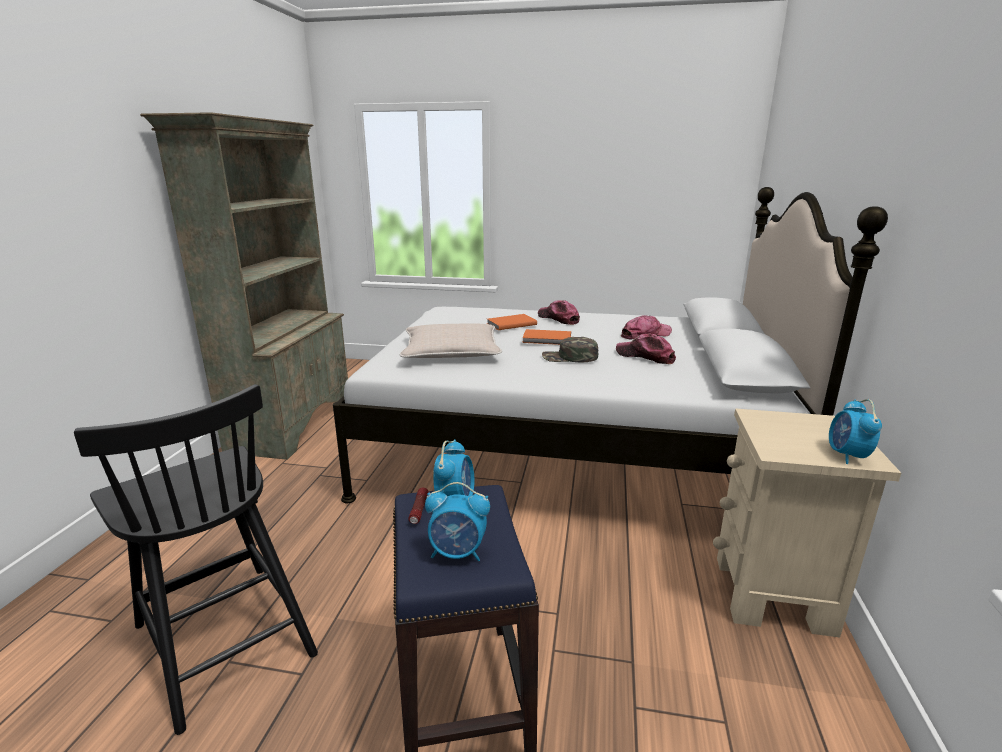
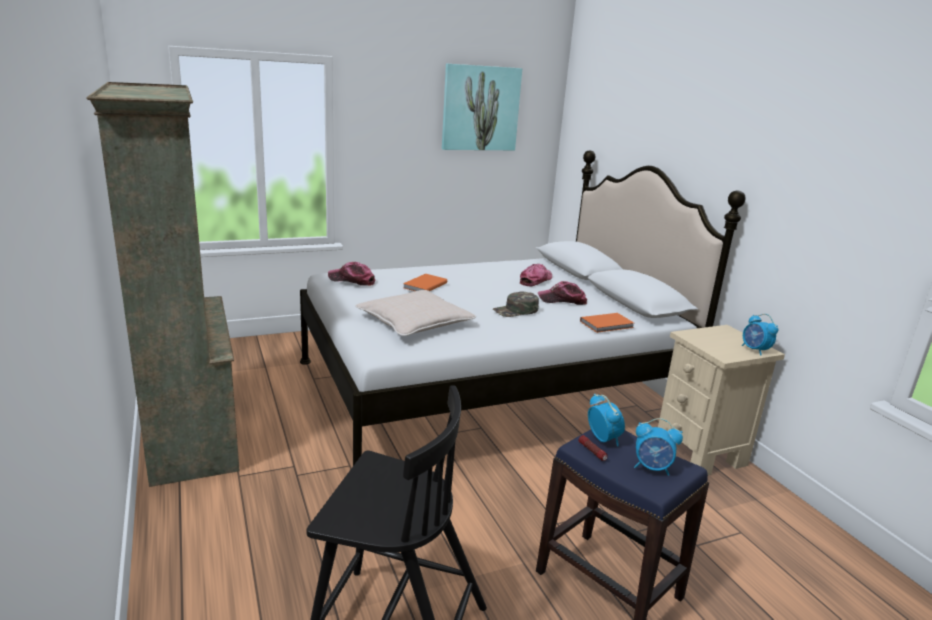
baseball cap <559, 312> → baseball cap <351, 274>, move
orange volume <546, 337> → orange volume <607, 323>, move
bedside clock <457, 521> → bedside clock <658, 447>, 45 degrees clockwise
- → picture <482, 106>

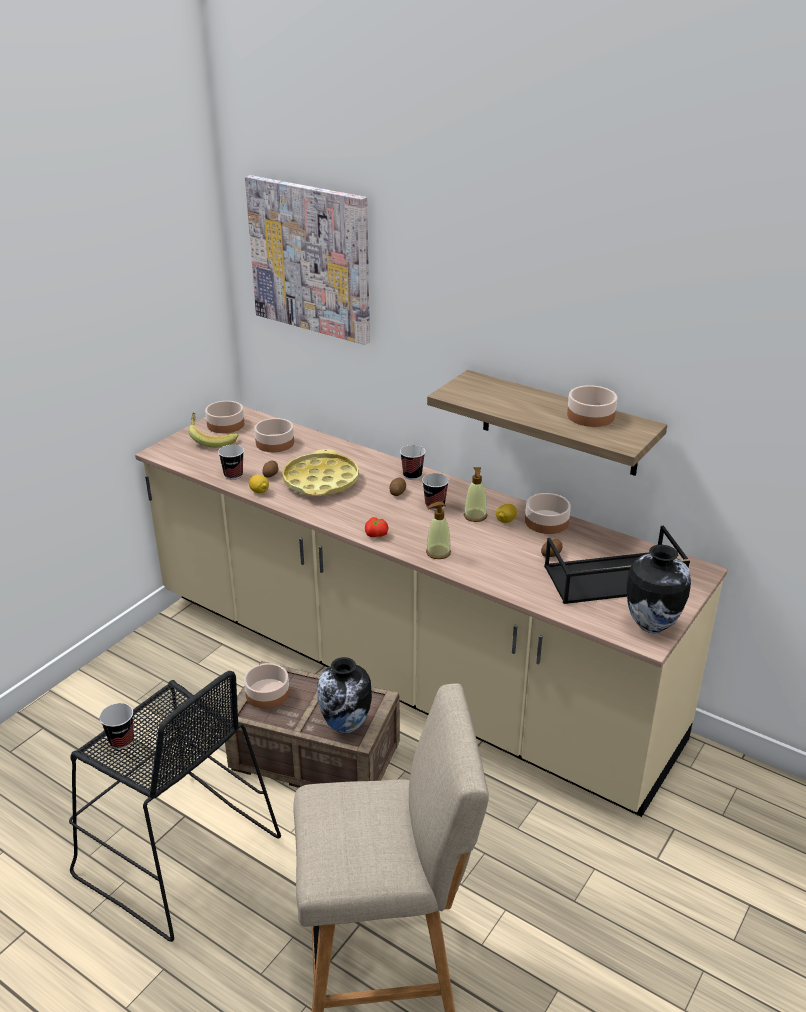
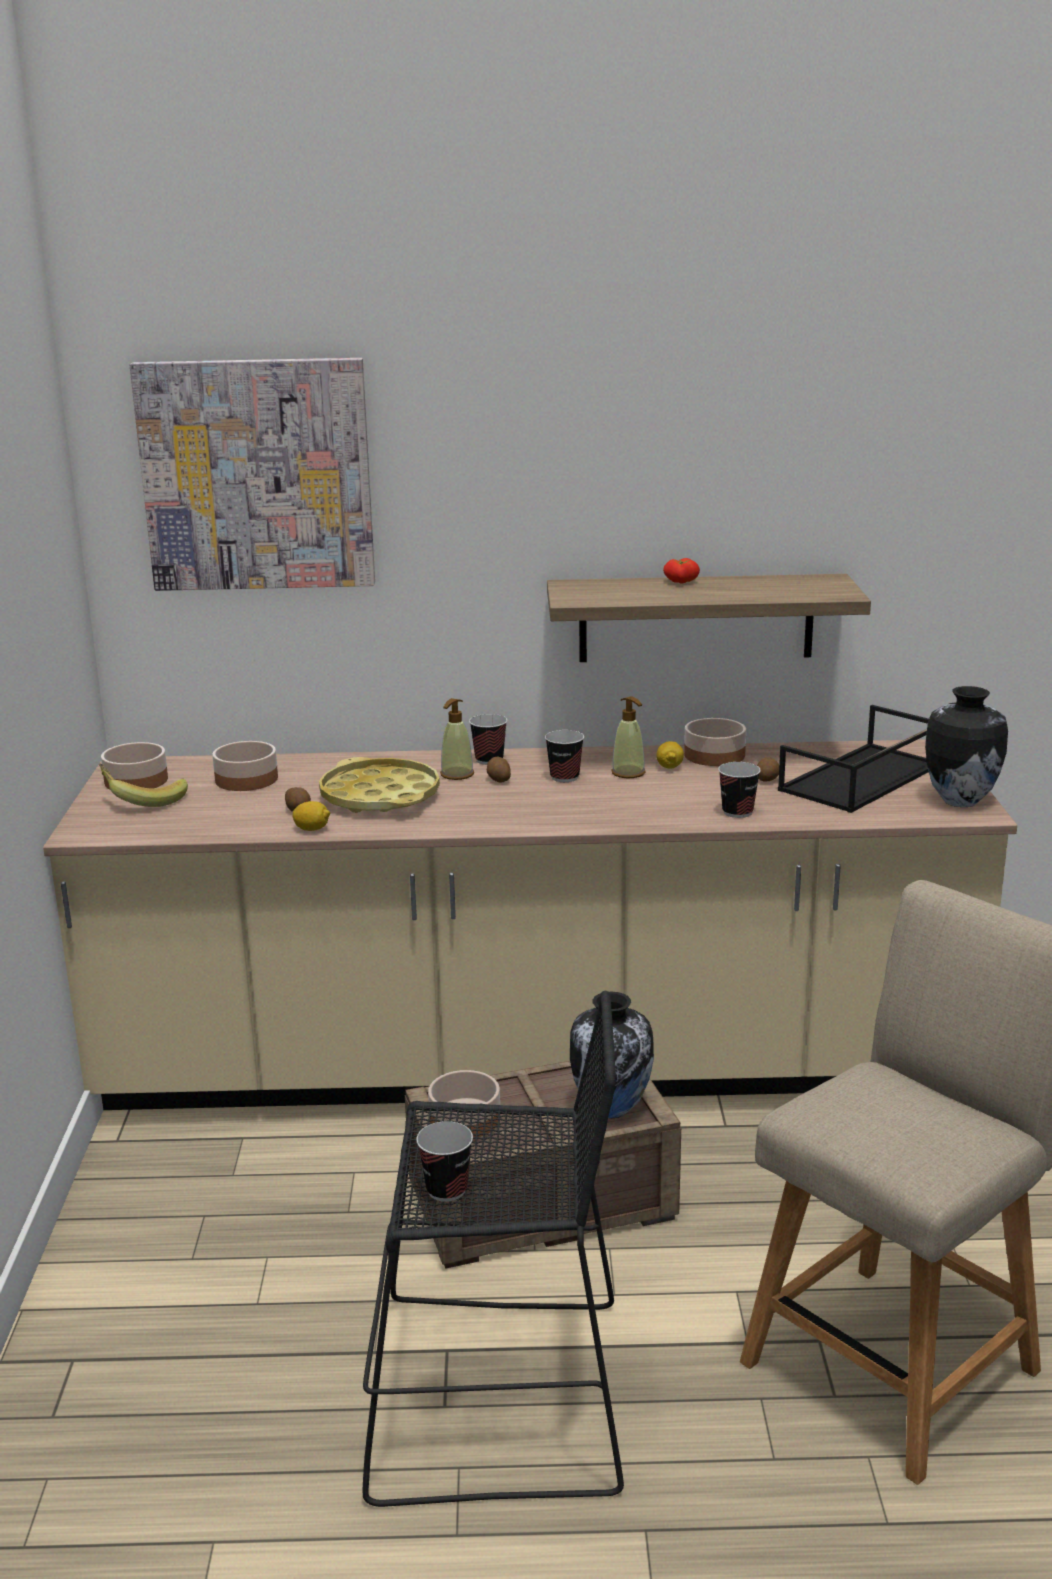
bowl <592, 406> → -
small cup <231, 462> → small cup <739, 790>, move
soap bottle <438, 530> → soap bottle <457, 739>, move
whole tomato <377, 527> → whole tomato <681, 571>, move

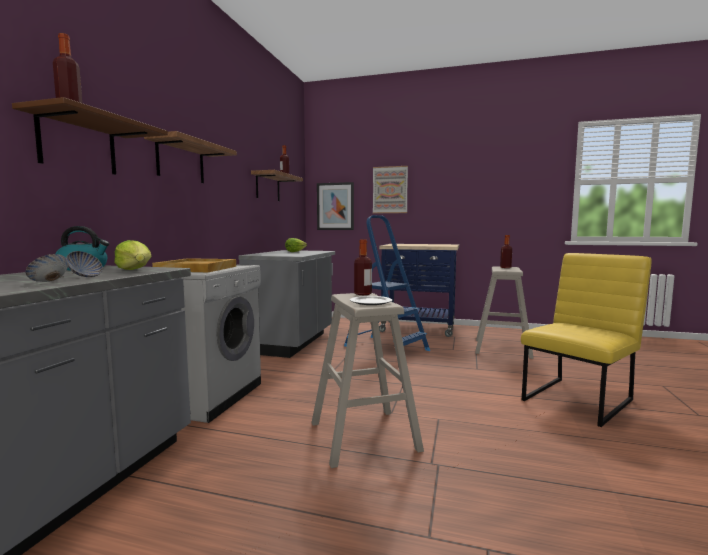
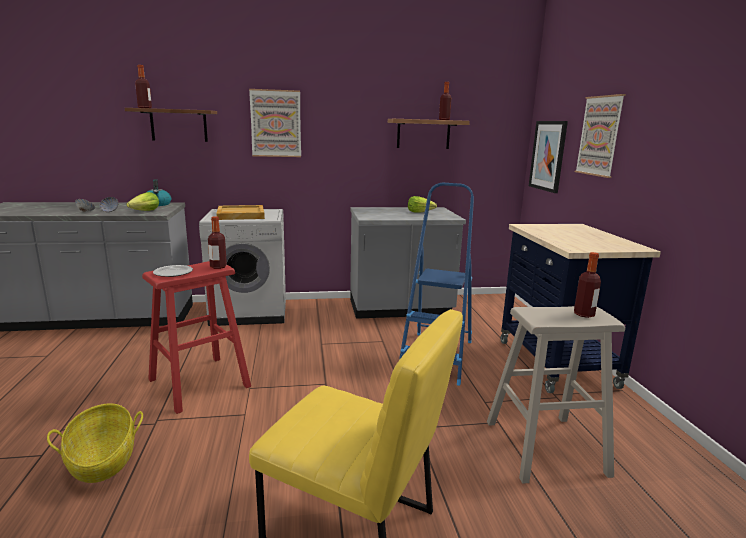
shelf <190, 157> → picture <275, 123>
sand-coloured sitting stool <367, 380> → red sitting stool <196, 337>
- → basket <95, 443>

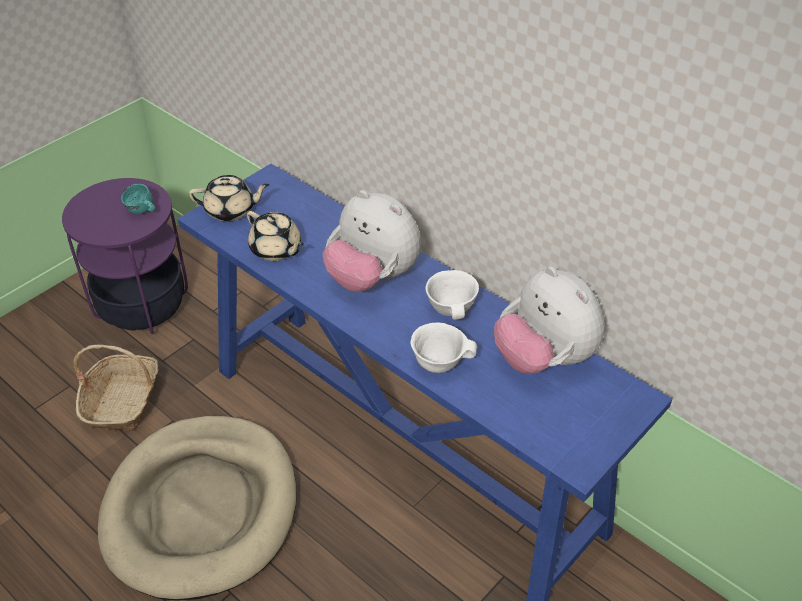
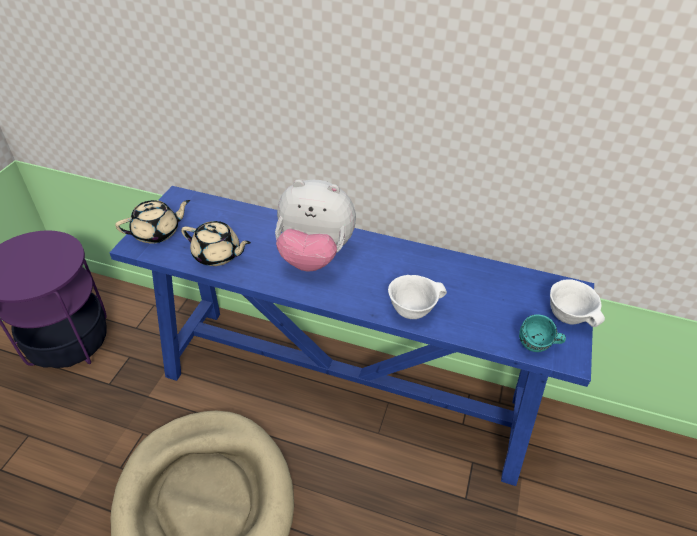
turquoise-coloured tea mug <138, 198> → turquoise-coloured tea mug <542, 333>, move
cuddly toy <549, 320> → -
whitish bowl <452, 295> → whitish bowl <577, 303>, move
basket <115, 388> → -

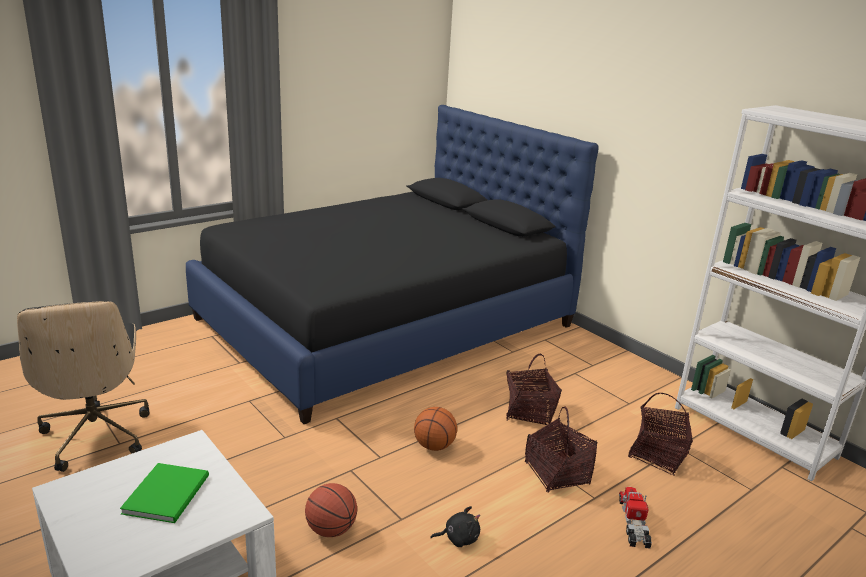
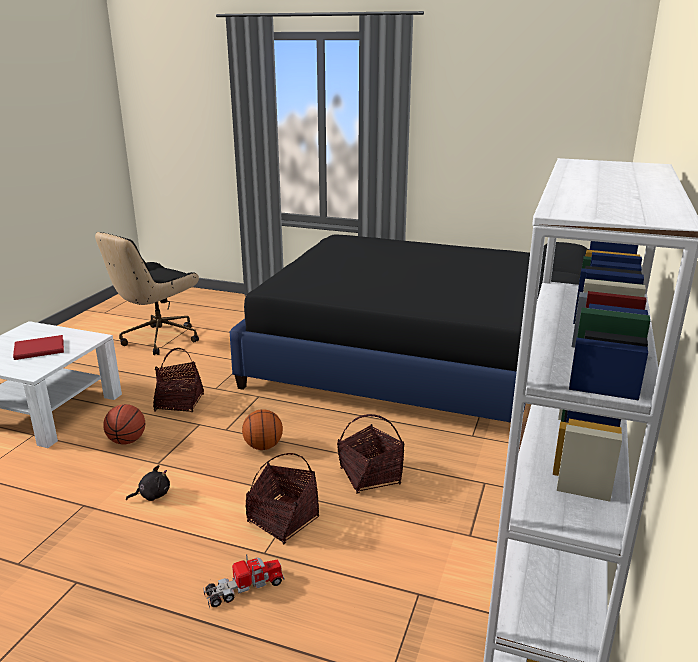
basket <660, 434> → basket <178, 380>, move
greenish volume <164, 493> → red volume <38, 347>
black cuddly toy <455, 526> → black cuddly toy <148, 483>, 75 degrees counterclockwise

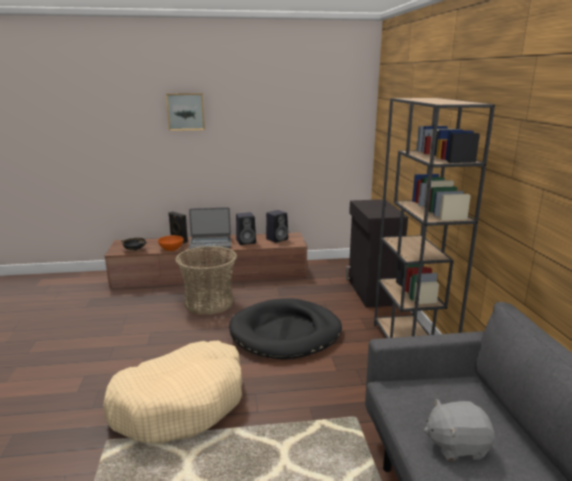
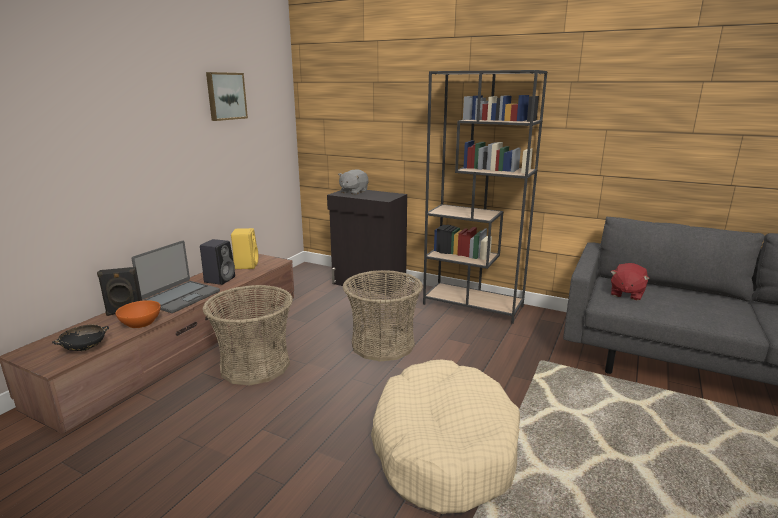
picture <185, 112> → picture <227, 96>, move
black audio speaker <277, 226> → yellow-coloured audio speaker <244, 248>
black dog cushion <285, 328> → basket <383, 315>
gray cuddly toy <459, 429> → gray cuddly toy <353, 182>, move
- → red cuddly toy <630, 282>

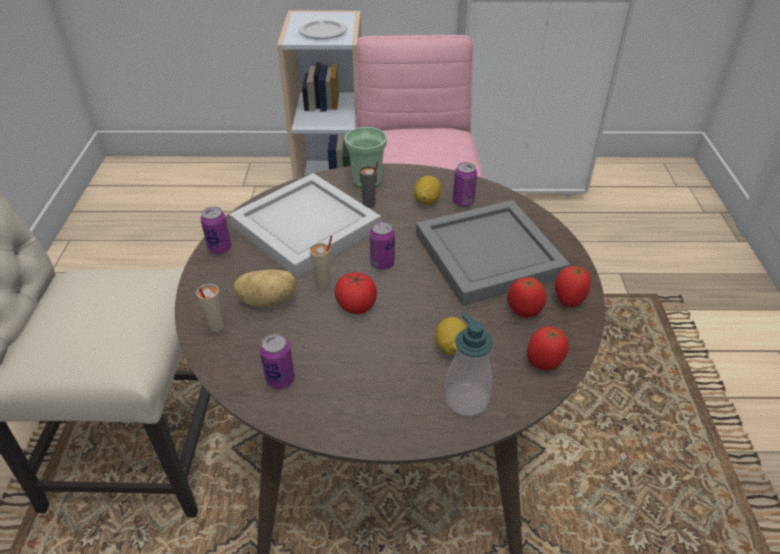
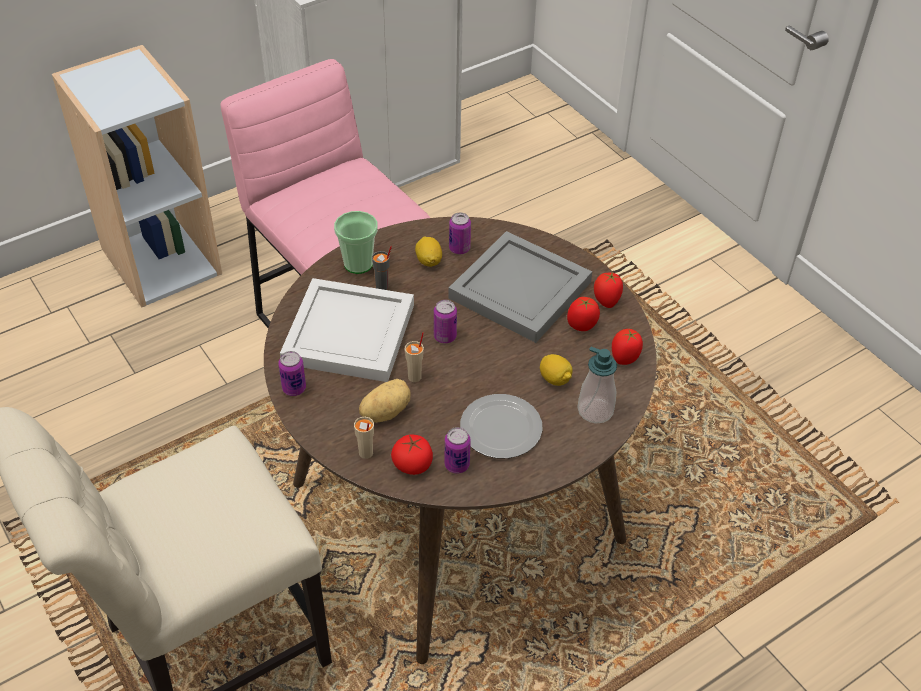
dinner plate <322, 29> → dinner plate <501, 426>, move
whole tomato <356, 293> → whole tomato <412, 455>, move

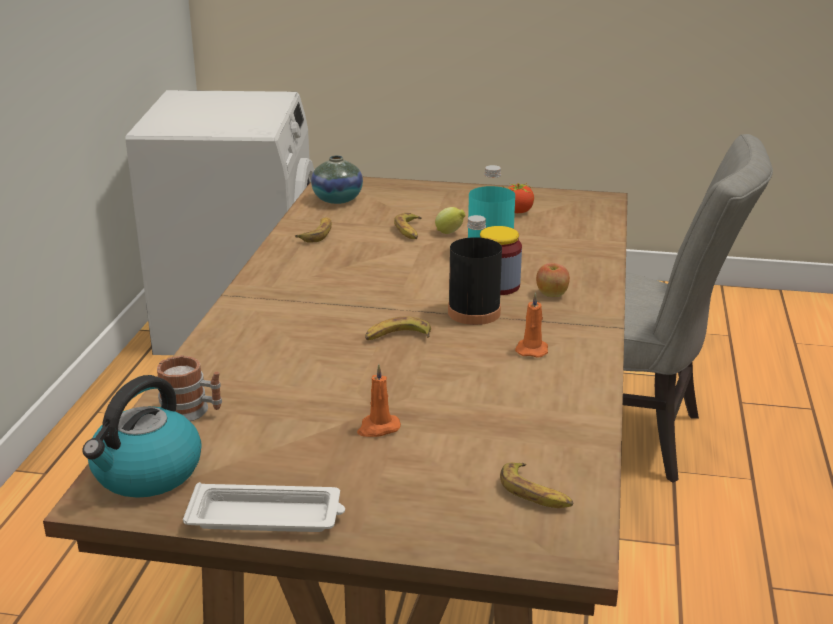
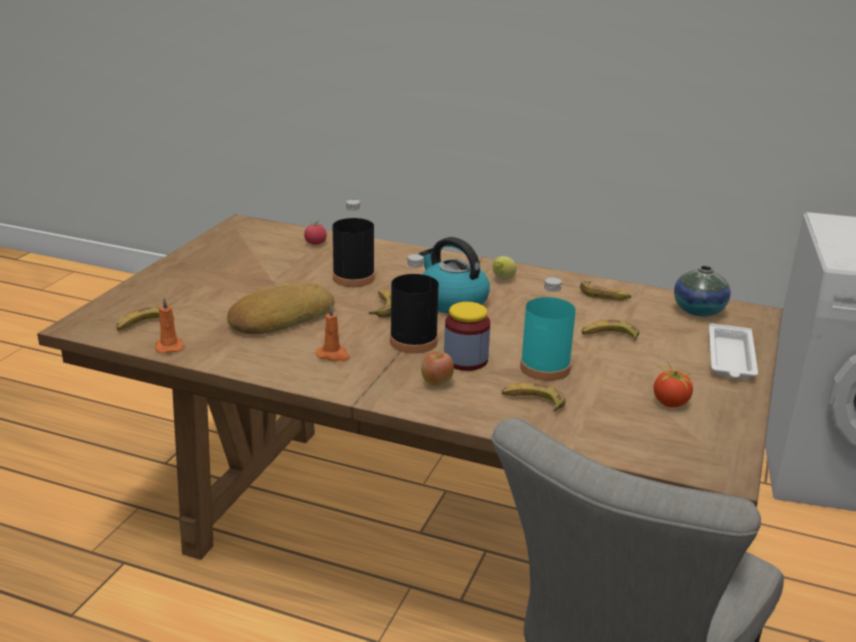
lemon <450, 220> → lemon <504, 268>, move
tea mug <189, 388> → whole tomato <315, 233>
orange wax light <379, 400> → orange wax light <170, 325>, move
water kettle <142, 436> → water kettle <454, 275>, move
whitish carrying tray <264, 507> → whitish carrying tray <733, 351>, move
- → black drink bottle <354, 243>
- → bakery bread <280, 308>
- → banana fruit <533, 397>

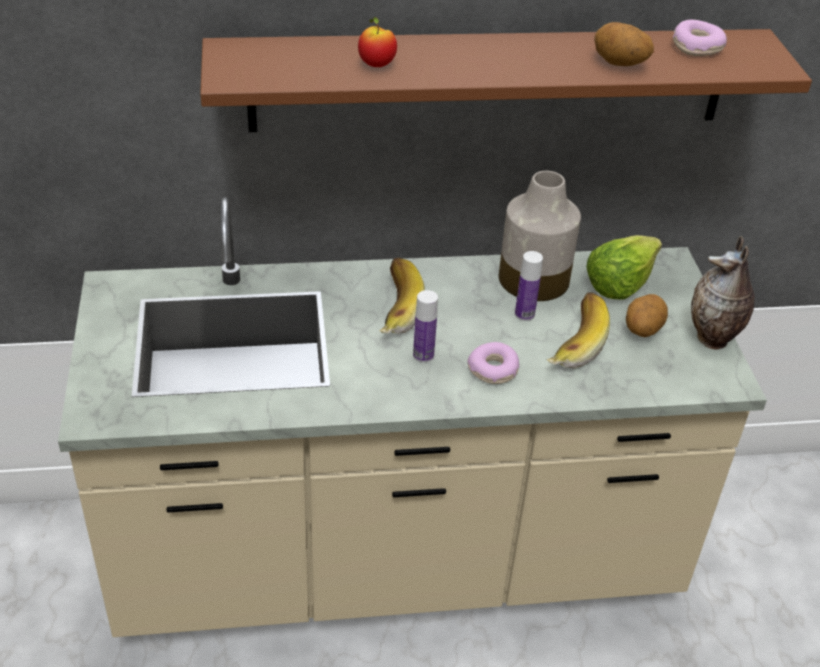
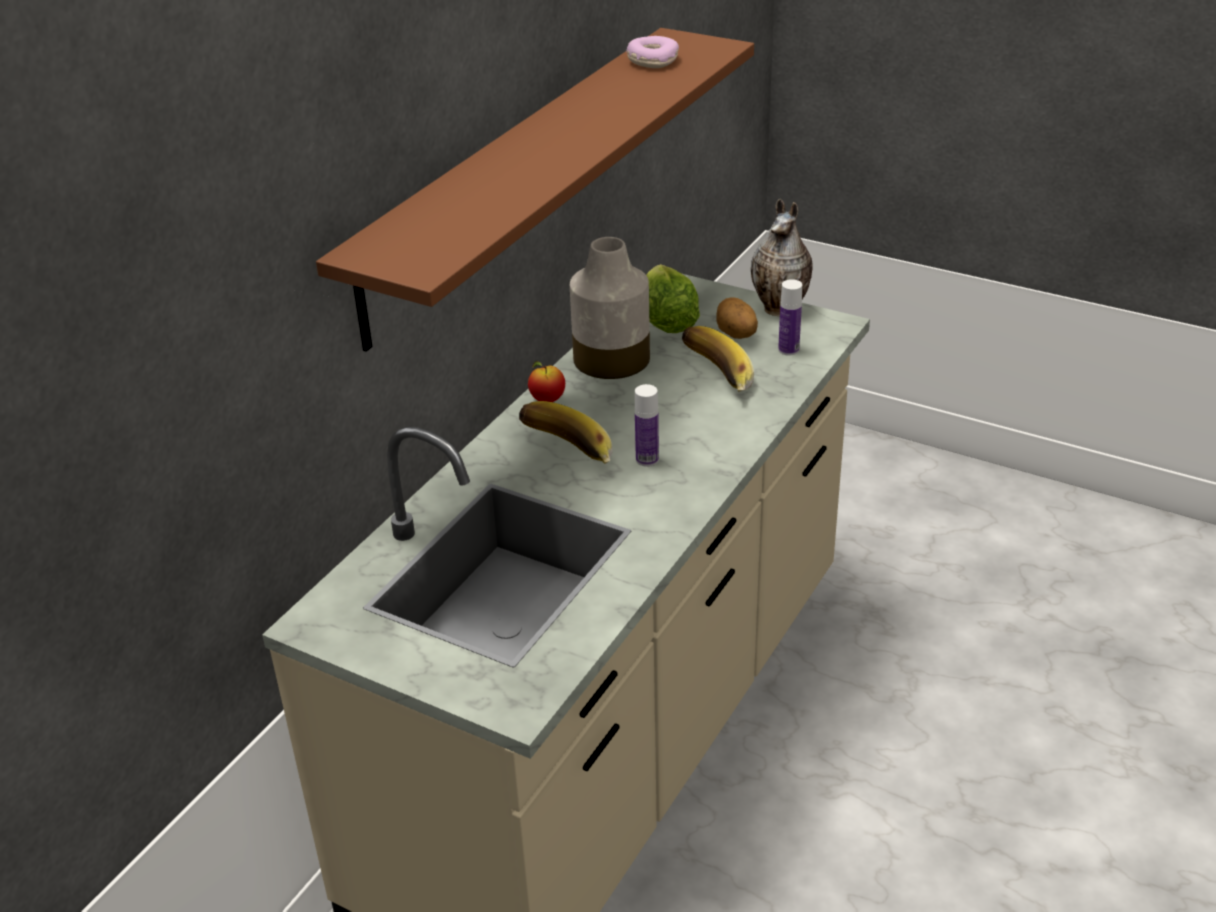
whole apple <377, 42> → whole apple <546, 381>, move
potato <624, 44> → -
drink bottle <529, 286> → drink bottle <790, 317>, move
doughnut <493, 363> → -

